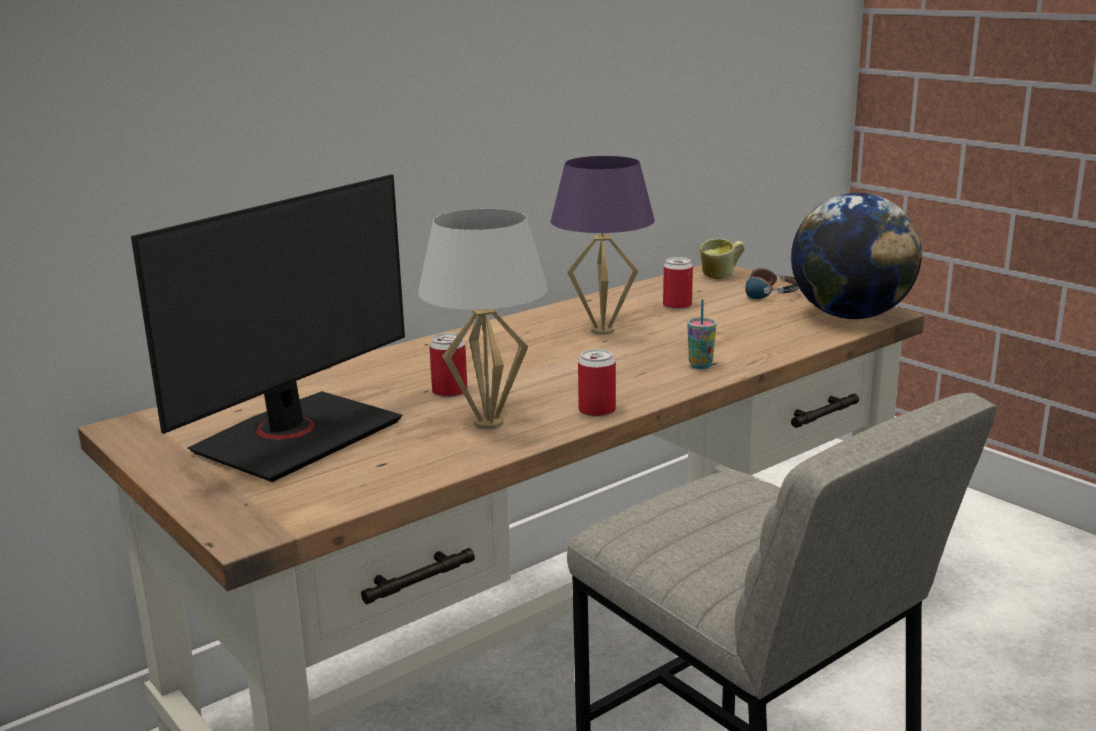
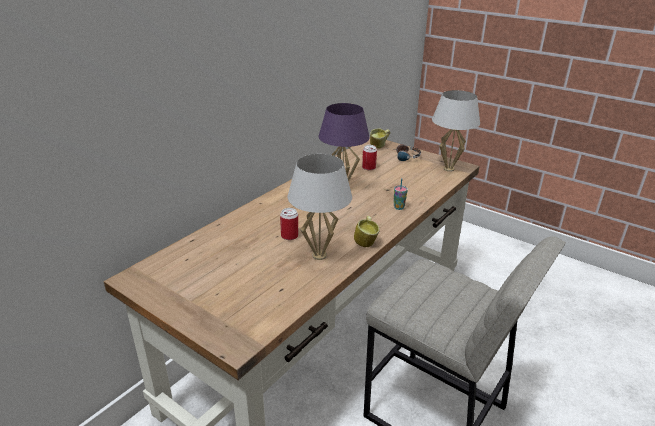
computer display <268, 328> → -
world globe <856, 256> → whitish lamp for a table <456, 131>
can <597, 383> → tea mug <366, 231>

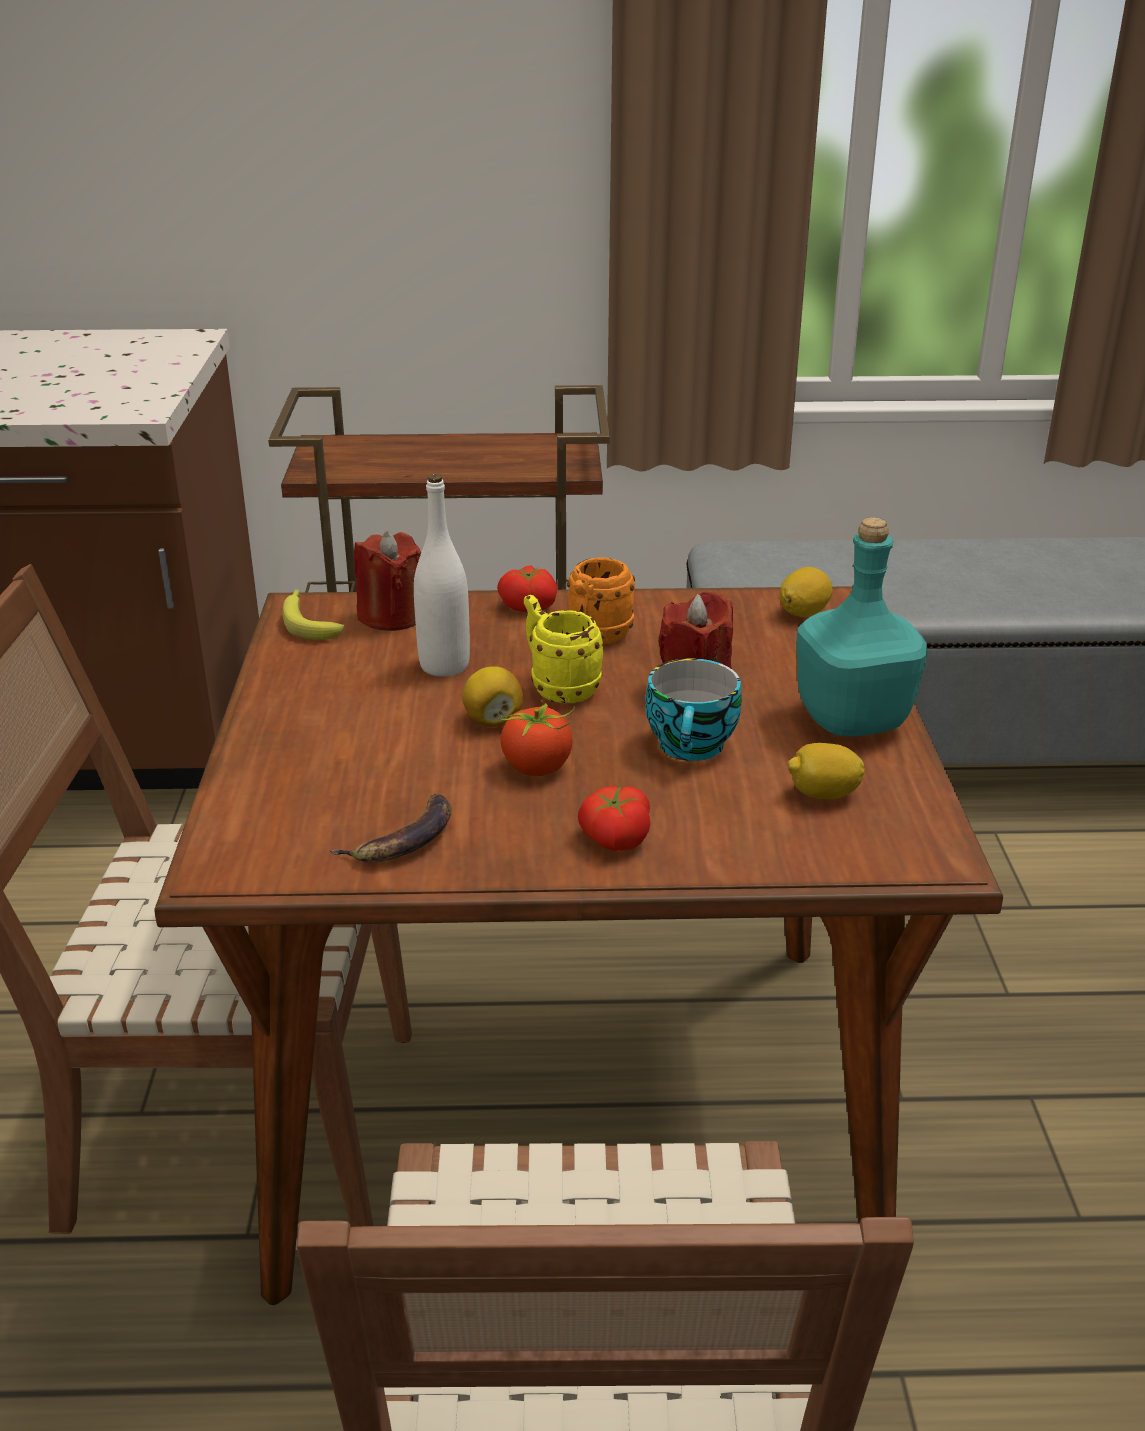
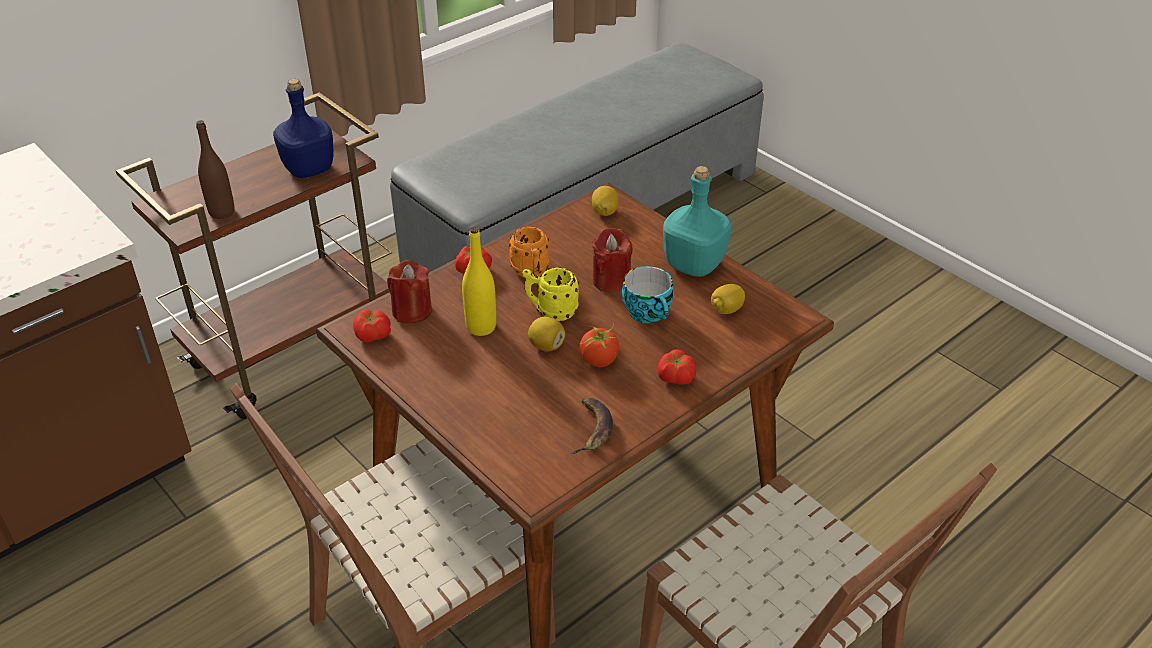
whitish drink bottle <442, 575> → yellow-coloured drink bottle <479, 281>
banana fruit <313, 614> → whole tomato <372, 325>
- → bluish drink bottle <303, 128>
- → brown-coloured drink bottle <215, 169>

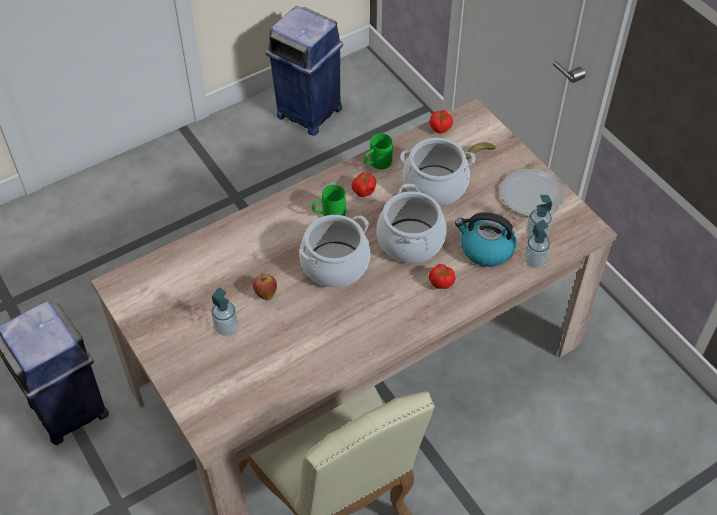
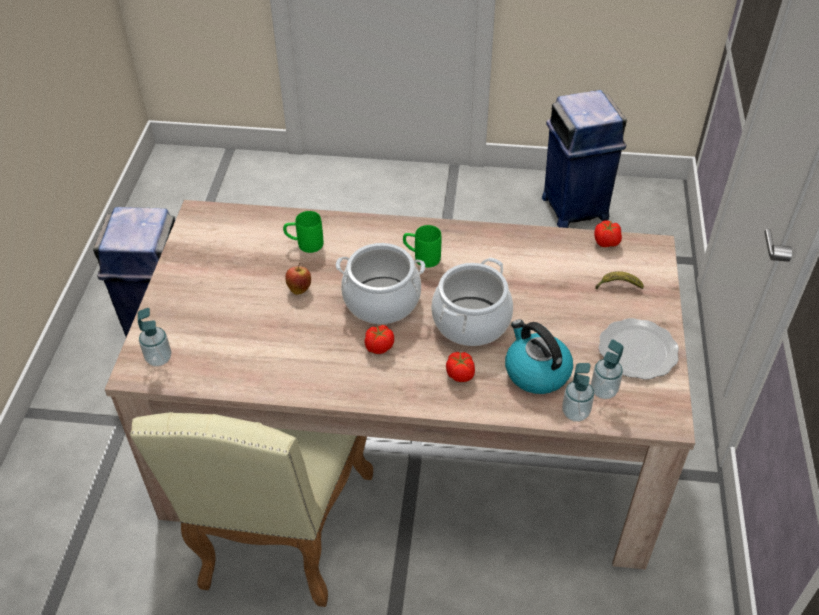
greenish tea mug <378, 151> → greenish tea mug <303, 232>, move
stockpot <438, 172> → -
whole tomato <364, 184> → whole tomato <379, 339>, move
soap bottle <224, 312> → soap bottle <154, 337>, move

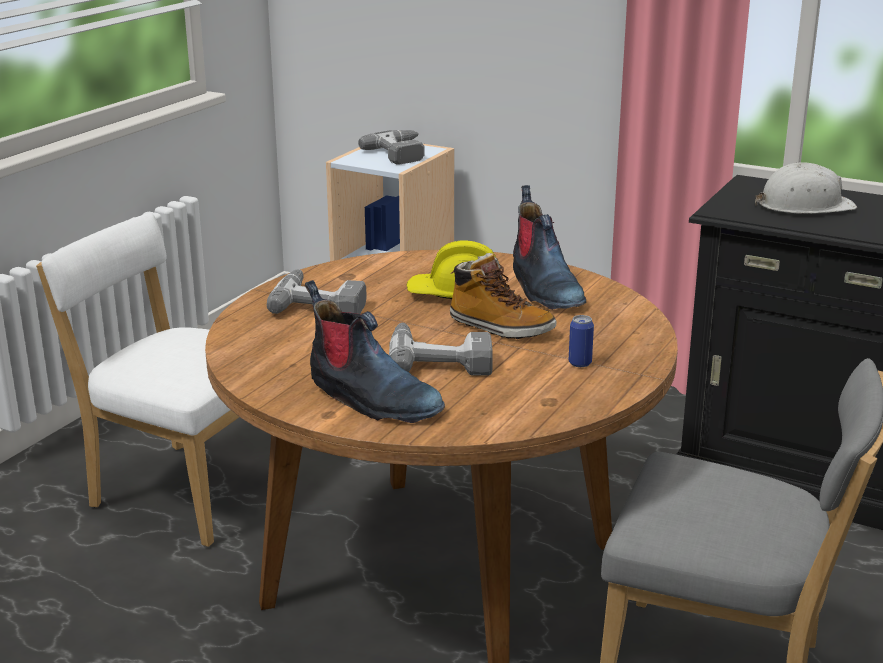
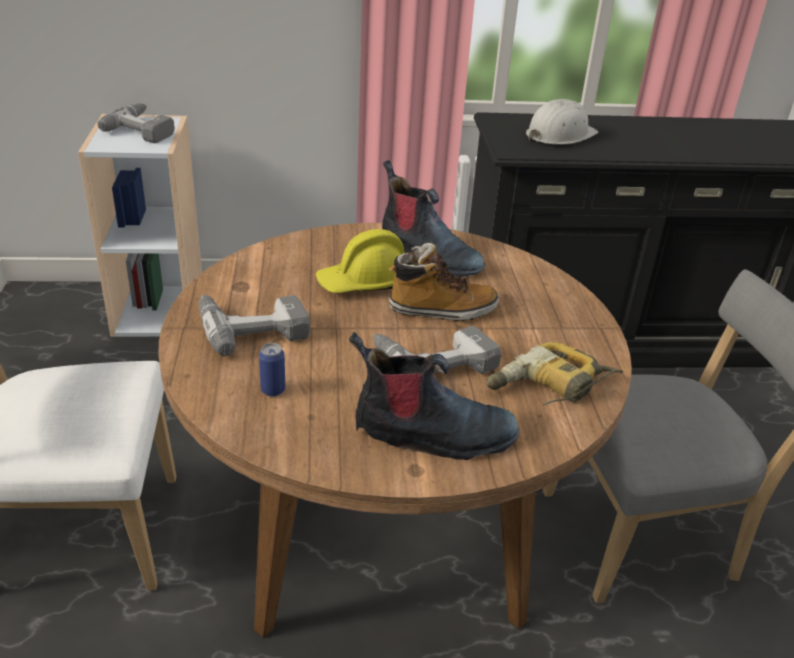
can <581, 341> → can <272, 370>, move
- → power drill <555, 374>

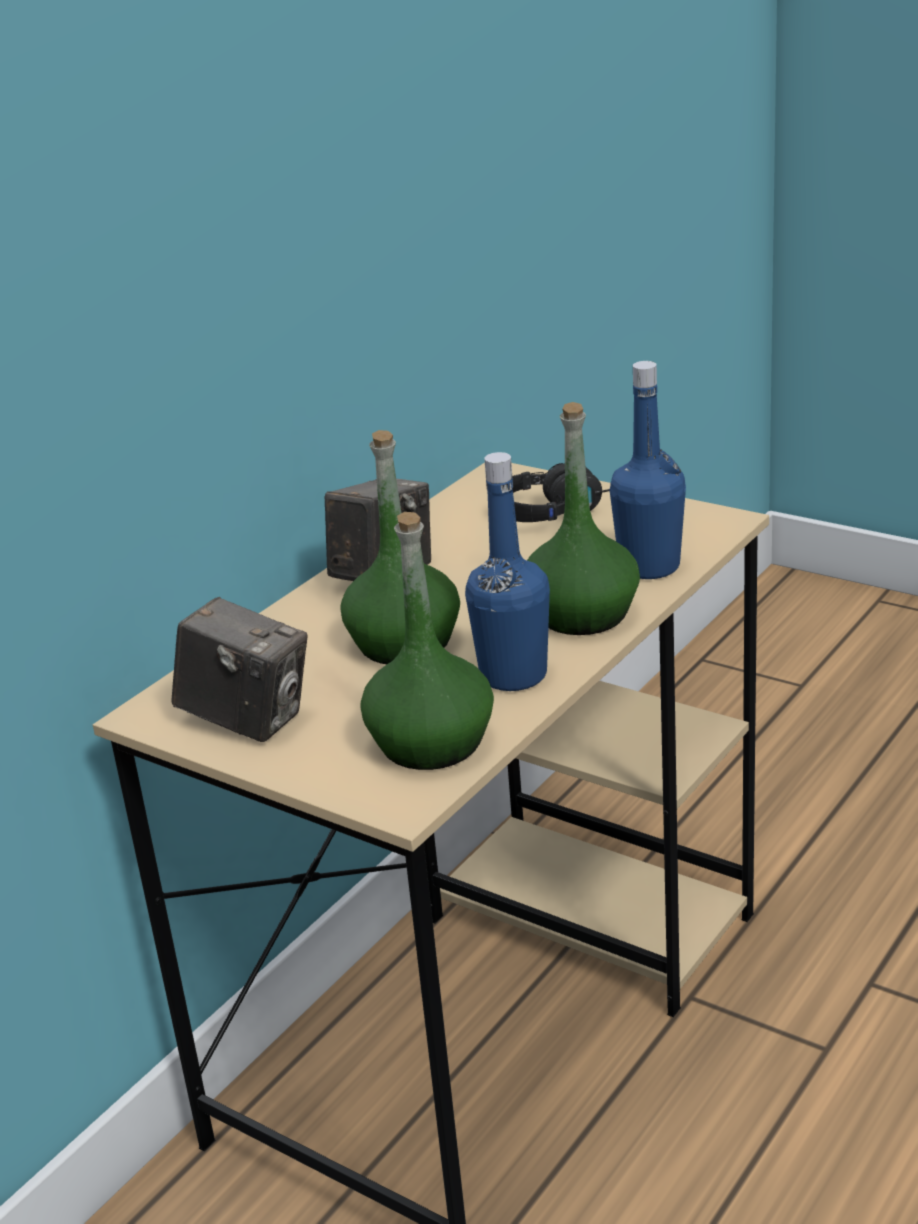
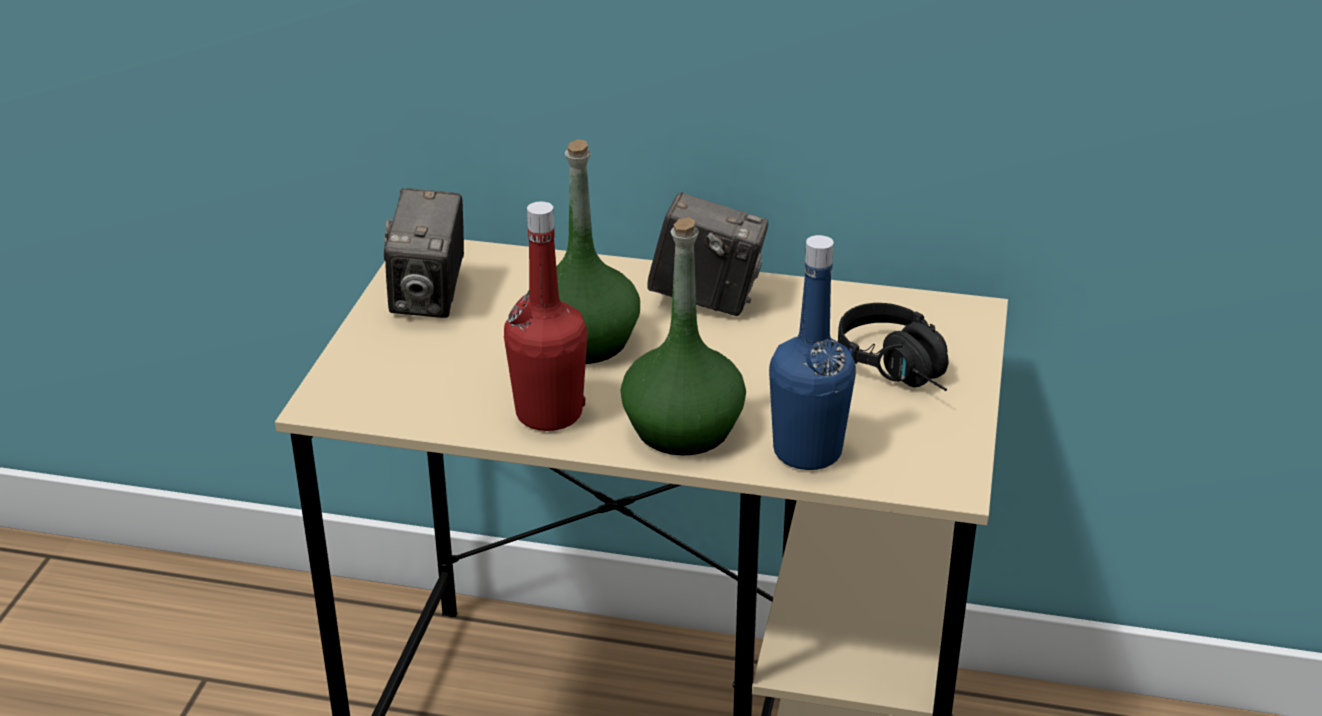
bluish drink bottle <507, 571> → red drink bottle <546, 316>
greenish drink bottle <427, 641> → -

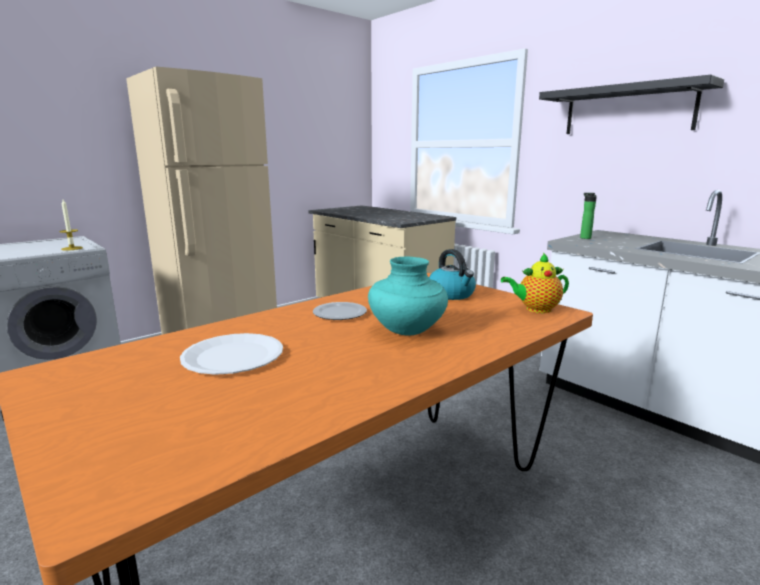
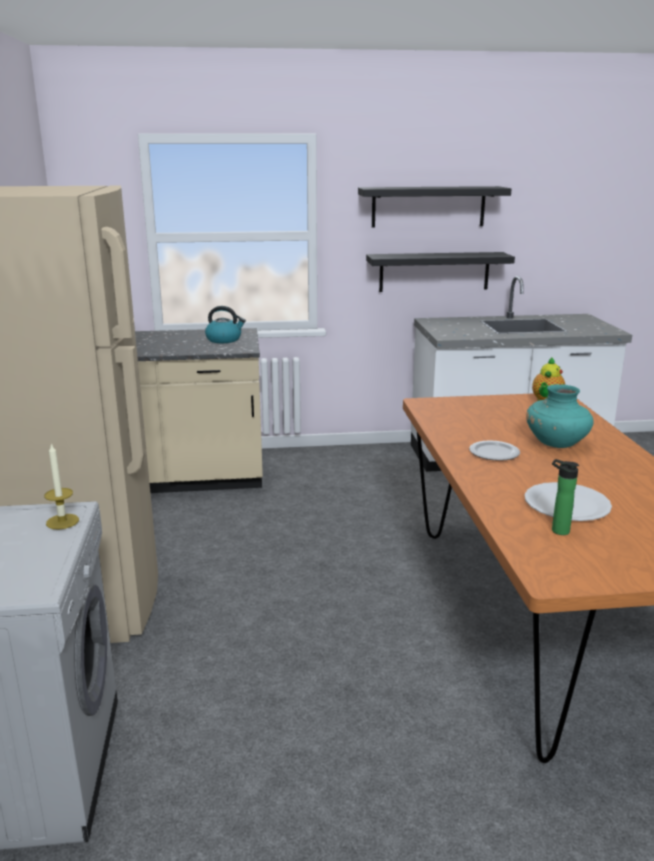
drink bottle <588, 216> → drink bottle <565, 497>, move
water kettle <452, 274> → water kettle <225, 324>, move
- → black shelf <440, 272>

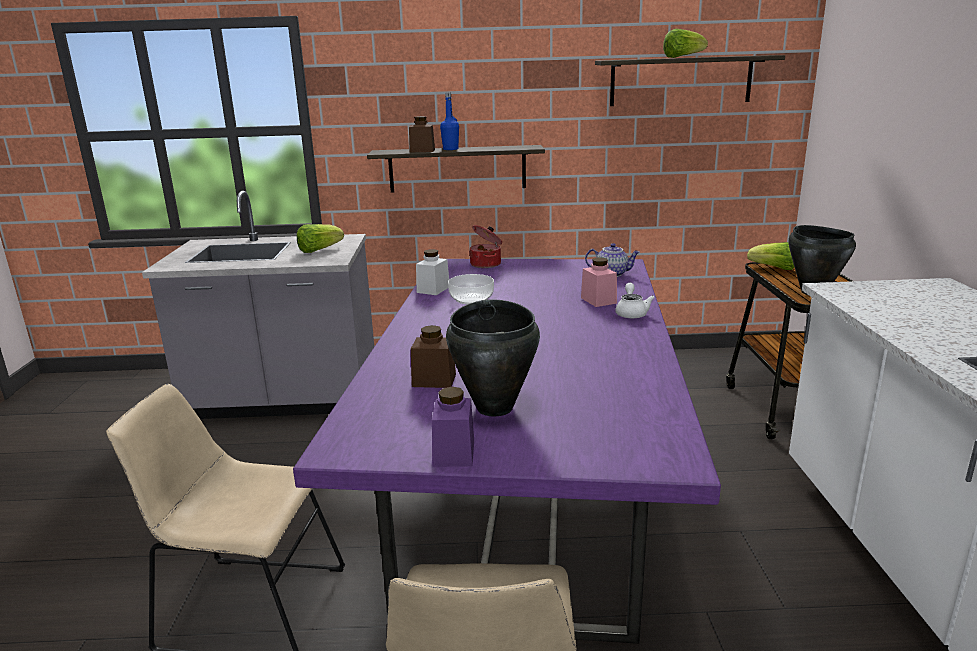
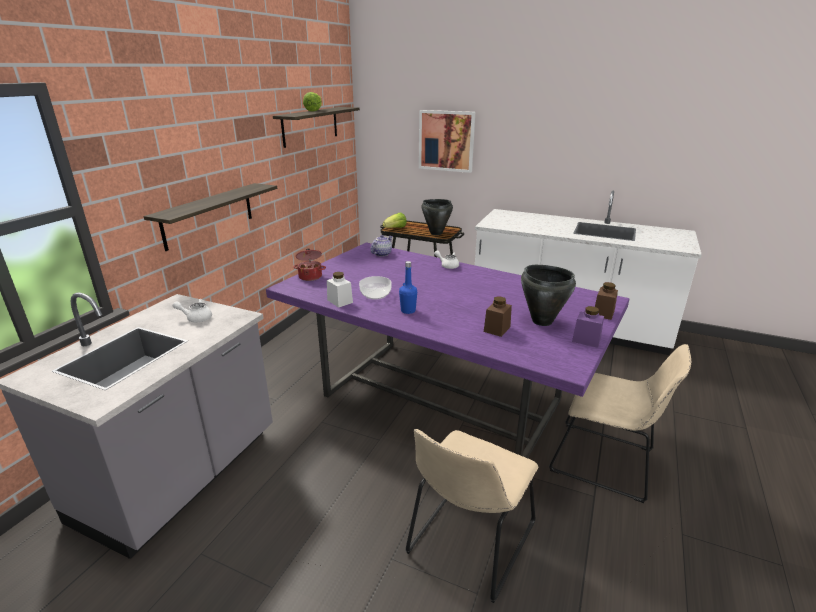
bluish drink bottle <449, 121> → bluish drink bottle <408, 287>, move
brown-coloured preserve jar <422, 134> → brown-coloured preserve jar <606, 301>, move
lettuce head <320, 238> → whitish pot for tea <192, 310>
pinkish preserve jar <599, 282> → -
- → picture <447, 141>

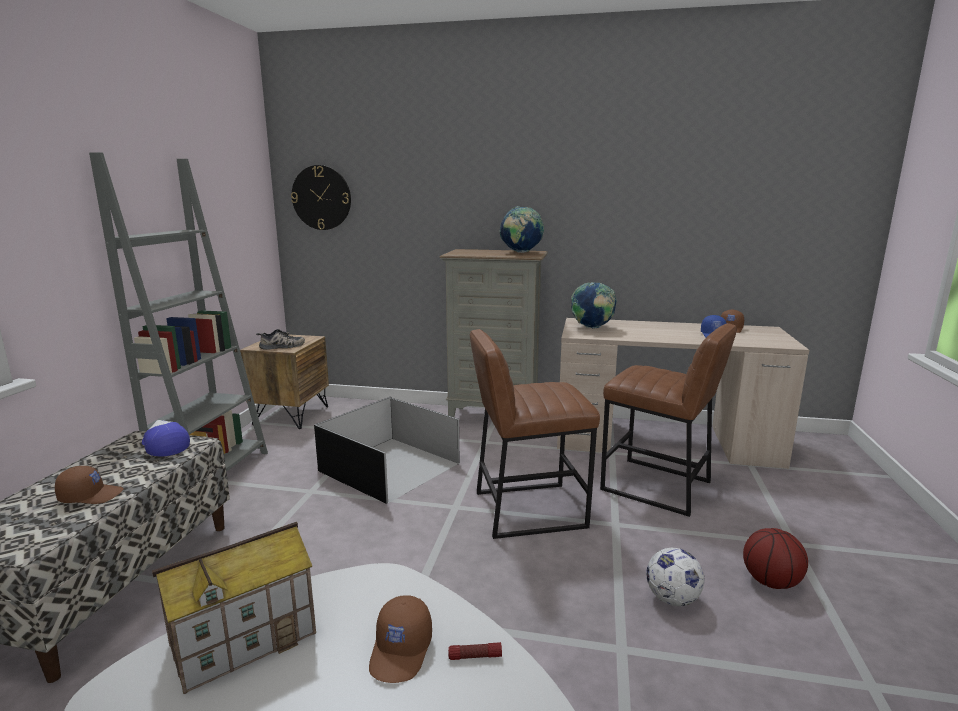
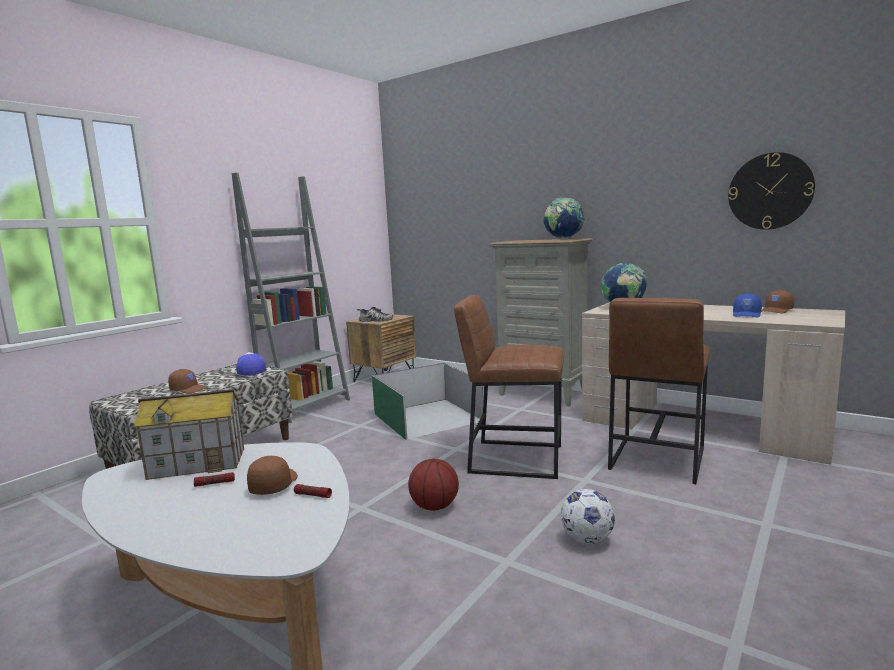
clock on the wall <321, 197> → clock on the wall <771, 191>, move
brown-coloured upright chair <668, 420> → brown-coloured upright chair <659, 391>, 60 degrees clockwise
black storage box <387, 450> → greenish storage box <428, 401>
basketball <775, 558> → basketball <433, 485>, move
brown-coloured baseball cap <400, 639> → brown-coloured baseball cap <272, 475>, 150 degrees clockwise
- → torch <214, 479>

